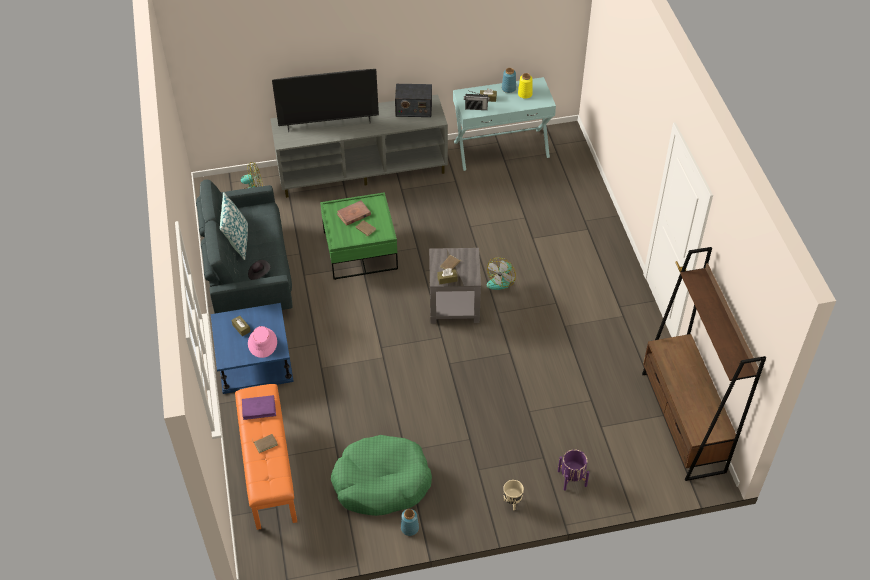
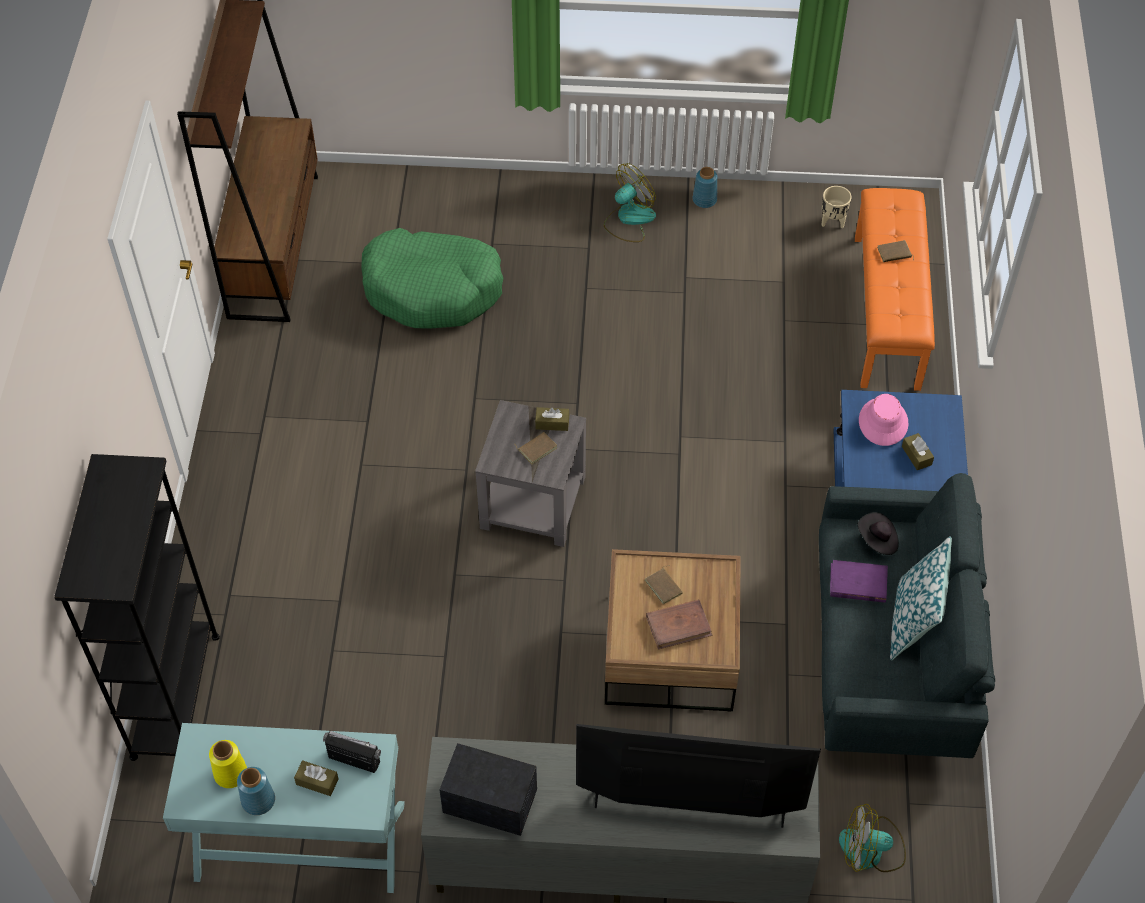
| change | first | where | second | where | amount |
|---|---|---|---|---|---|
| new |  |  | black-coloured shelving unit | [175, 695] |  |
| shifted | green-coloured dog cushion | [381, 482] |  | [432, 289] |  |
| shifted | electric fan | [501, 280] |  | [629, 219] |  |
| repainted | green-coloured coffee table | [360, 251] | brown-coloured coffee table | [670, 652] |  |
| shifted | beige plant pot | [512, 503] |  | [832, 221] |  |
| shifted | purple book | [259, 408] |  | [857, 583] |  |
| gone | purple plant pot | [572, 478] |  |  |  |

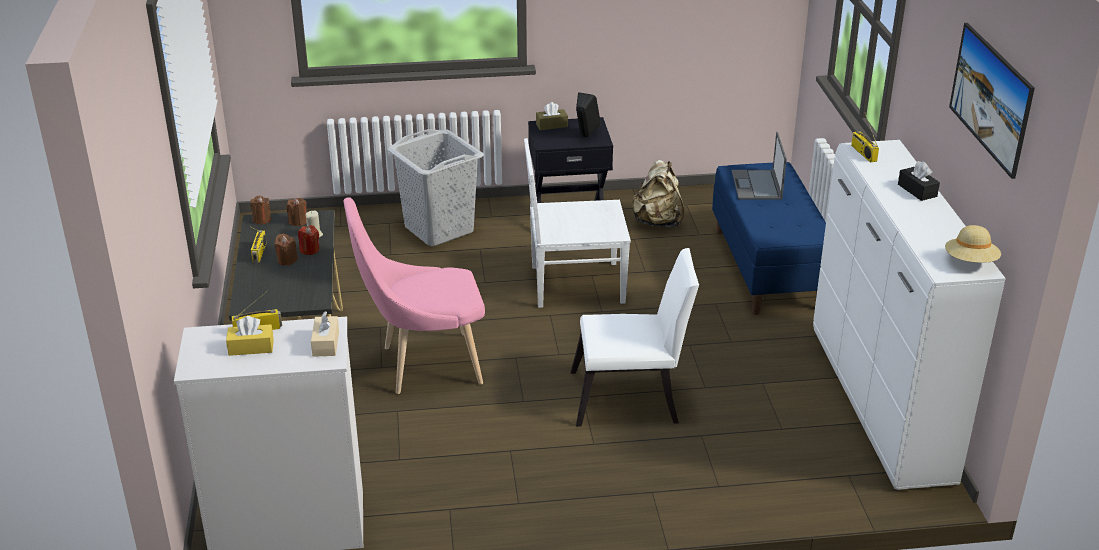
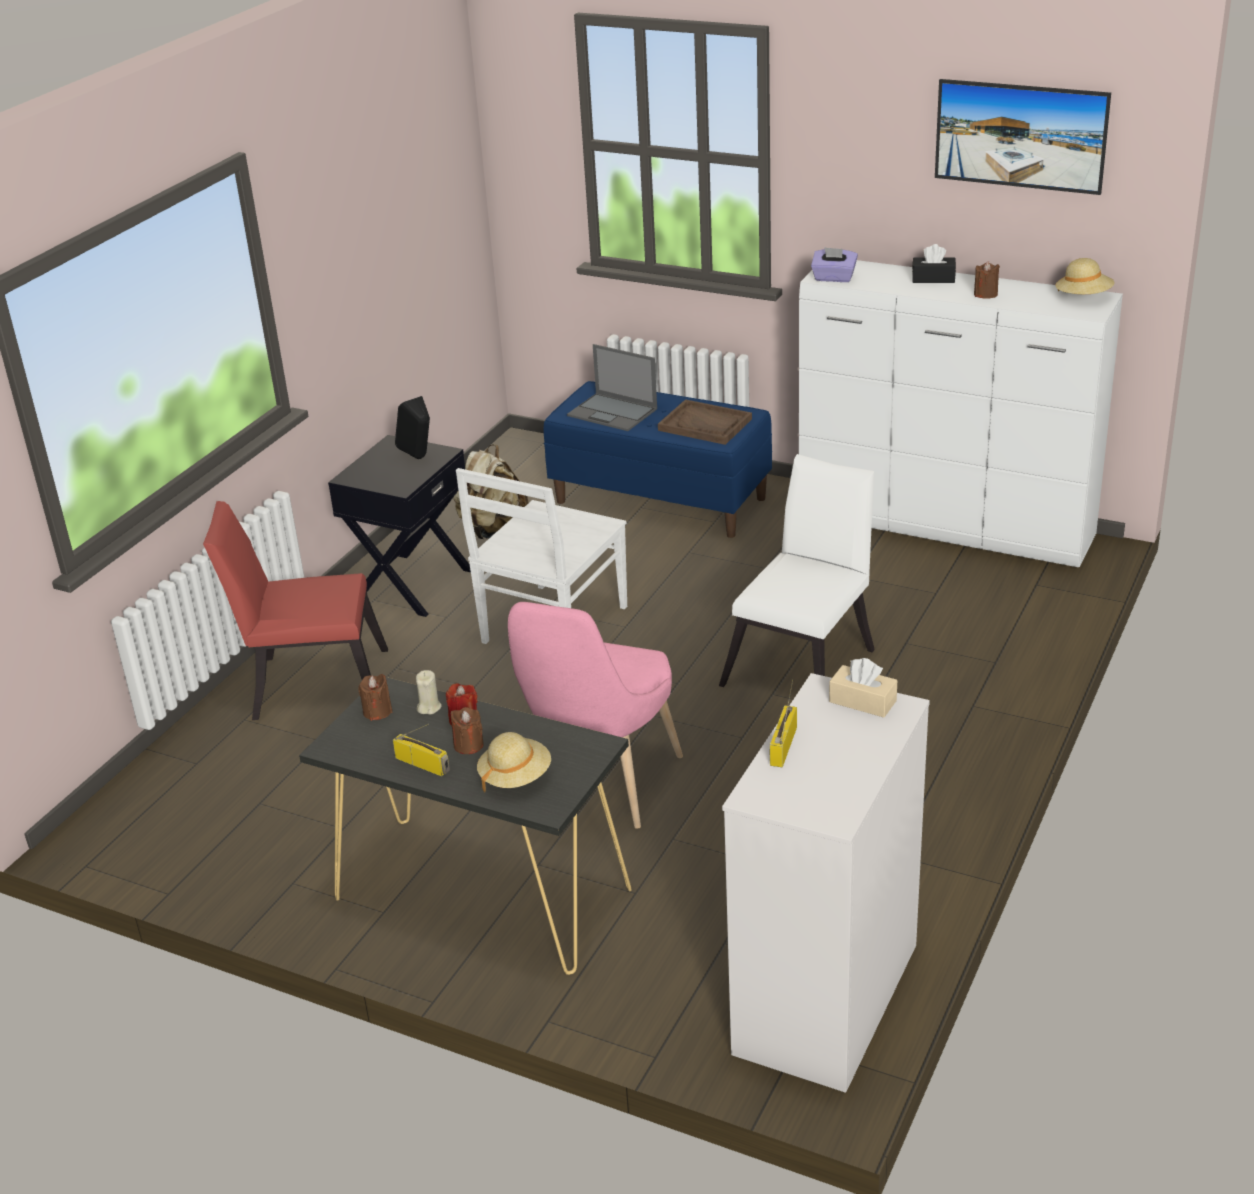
| change | first | where | second | where | amount |
|---|---|---|---|---|---|
| swapped | gray laundry basket | [439, 229] | reddish plain chair | [311, 684] |  |
| new |  |  | beige hat | [515, 777] |  |
| new |  |  | brown-coloured carrying tray | [705, 425] |  |
| swapped | radio | [862, 153] | purple tissue holder | [833, 278] |  |
| shifted | brown-coloured wax light | [262, 220] |  | [985, 294] |  |
| gone | yellowish tissue holder | [251, 347] |  |  |  |
| gone | brown-coloured tissue holder | [551, 125] |  |  |  |

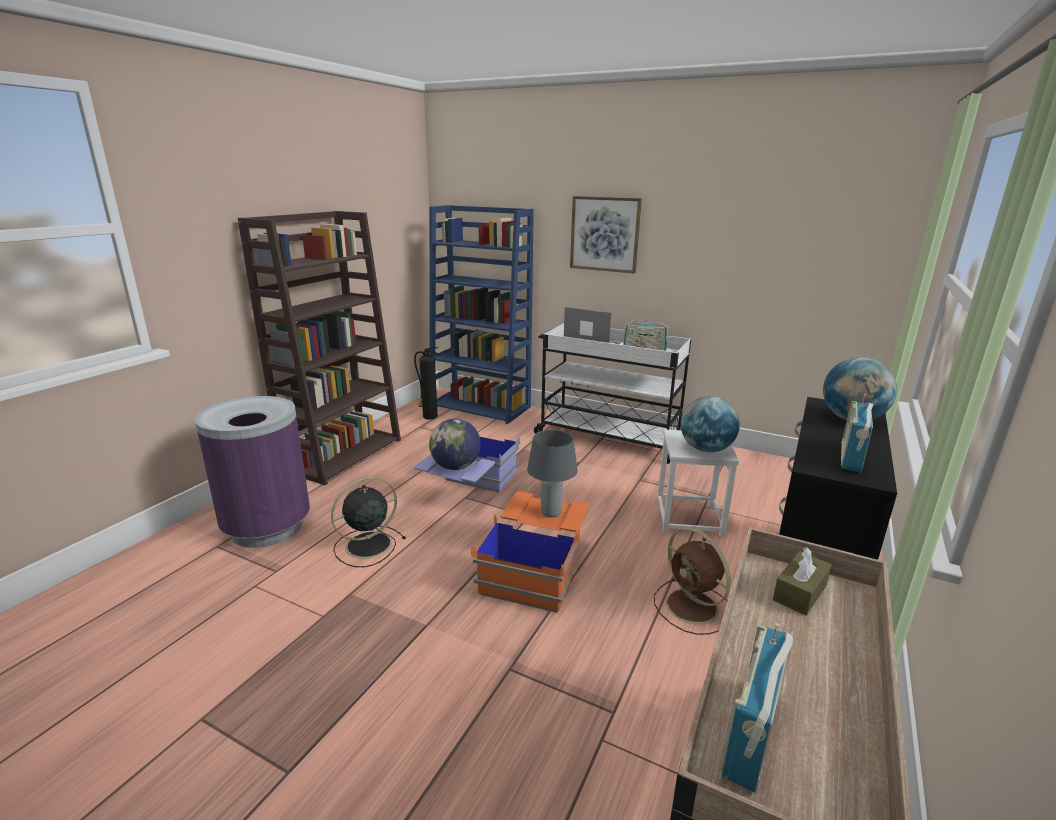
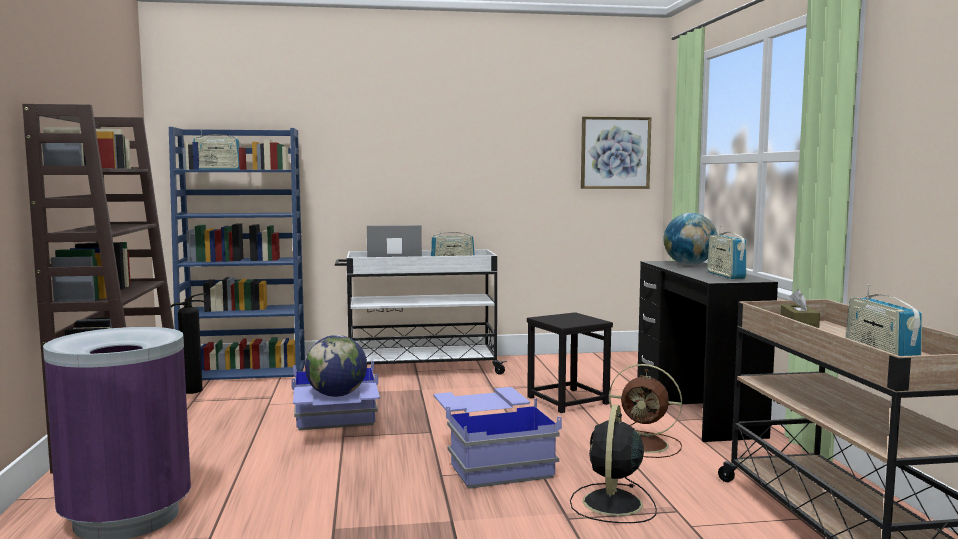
| change | first | where | second | where | amount |
|---|---|---|---|---|---|
| new |  |  | radio | [217, 169] |  |
| repainted | orange-coloured storage bin | [535, 568] | bluish storage bin | [491, 459] |  |
| repainted | whitish sitting stool | [688, 518] | black-coloured sitting stool | [567, 400] |  |
| shifted | black-coloured electric fan | [366, 546] |  | [612, 504] |  |
| shifted | wall picture | [604, 234] |  | [615, 153] |  |
| gone | gray table lamp | [550, 513] |  |  |  |
| gone | globe | [706, 449] |  |  |  |

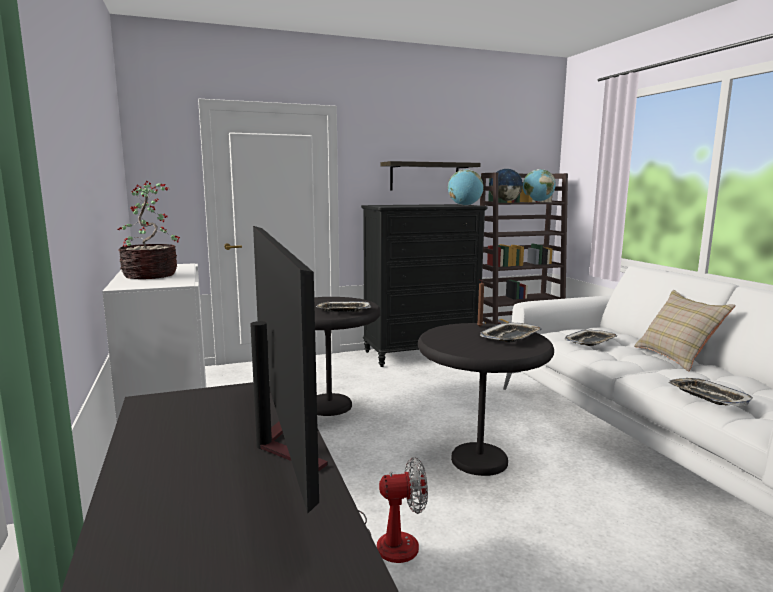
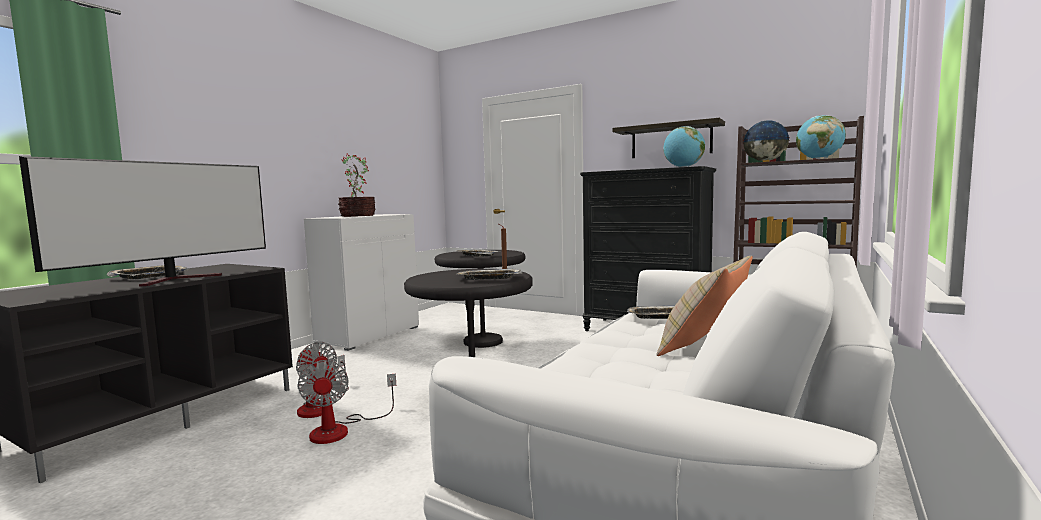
| change | first | where | second | where | amount |
|---|---|---|---|---|---|
| shifted | carrying tray | [708, 397] |  | [149, 276] |  |
| new |  |  | electric fan | [341, 429] |  |

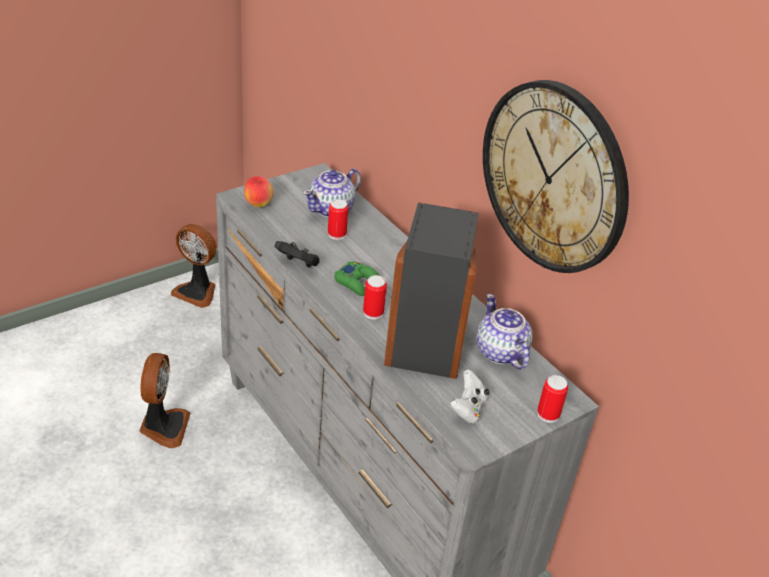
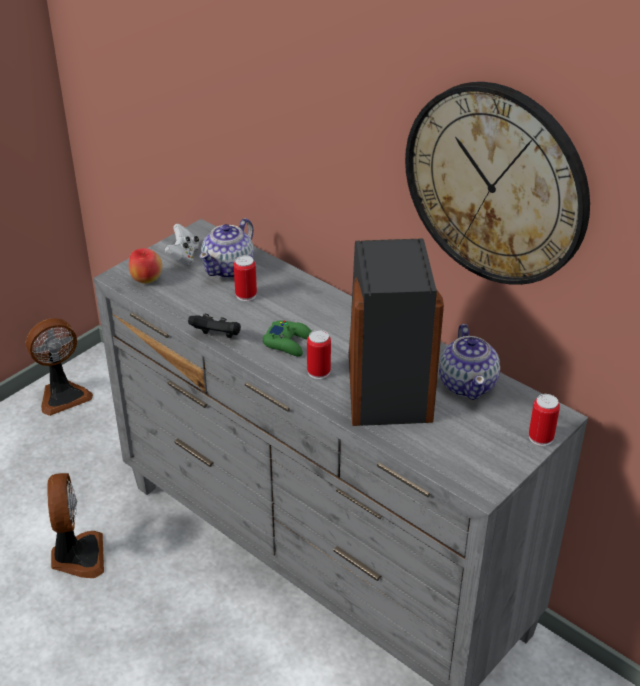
| change | first | where | second | where | amount |
|---|---|---|---|---|---|
| rotated | electric fan | [197, 292] |  | [63, 395] | 45 degrees counterclockwise |
| shifted | whitish game controller | [468, 409] |  | [183, 257] |  |
| rotated | tea pot | [500, 352] |  | [468, 384] | 150 degrees counterclockwise |

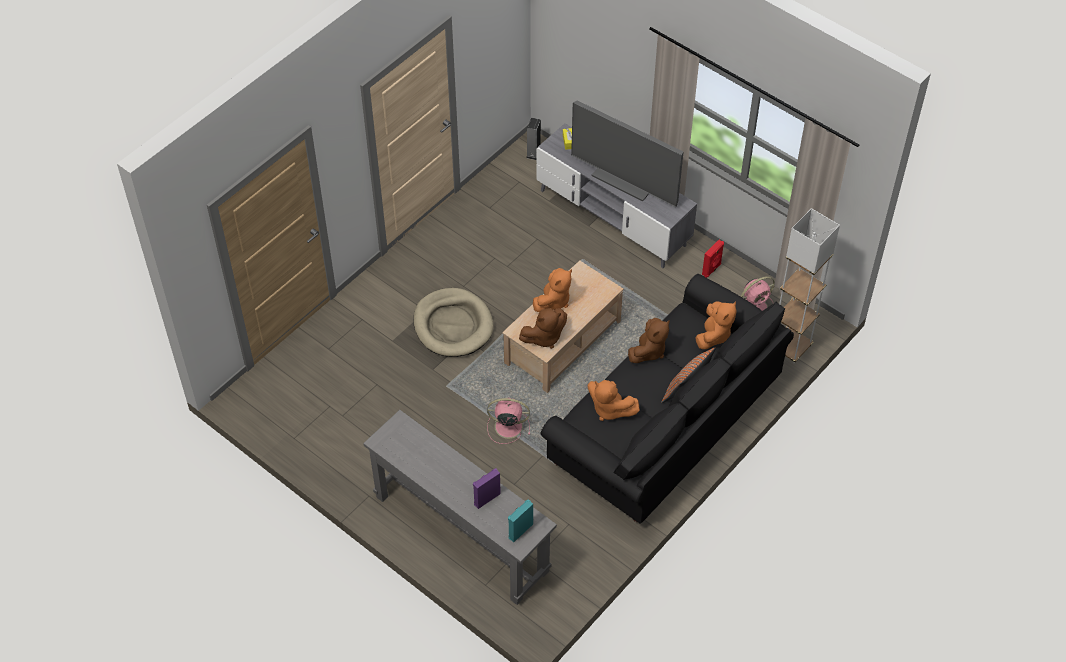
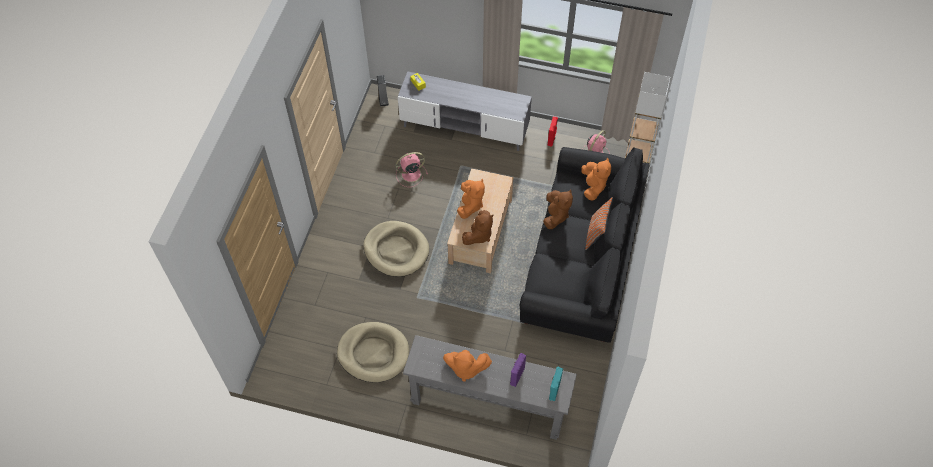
| change | first | where | second | where | amount |
|---|---|---|---|---|---|
| new |  |  | beige dog cushion | [373, 353] |  |
| shifted | pink electric fan | [507, 426] |  | [410, 174] |  |
| shifted | orange-coloured cuddly toy | [609, 409] |  | [465, 368] |  |
| gone | television | [625, 179] |  |  |  |

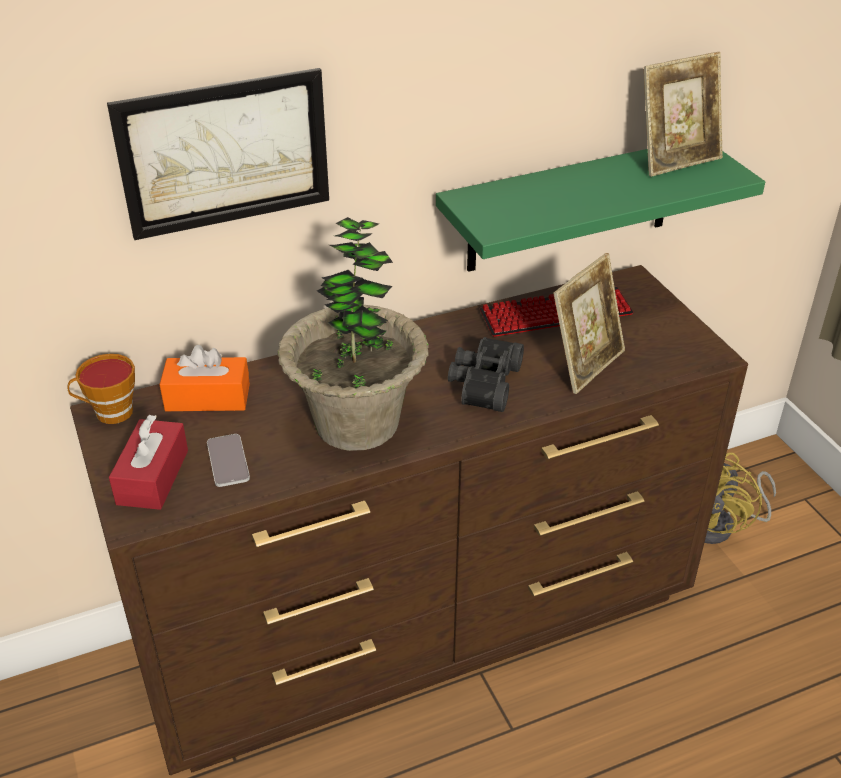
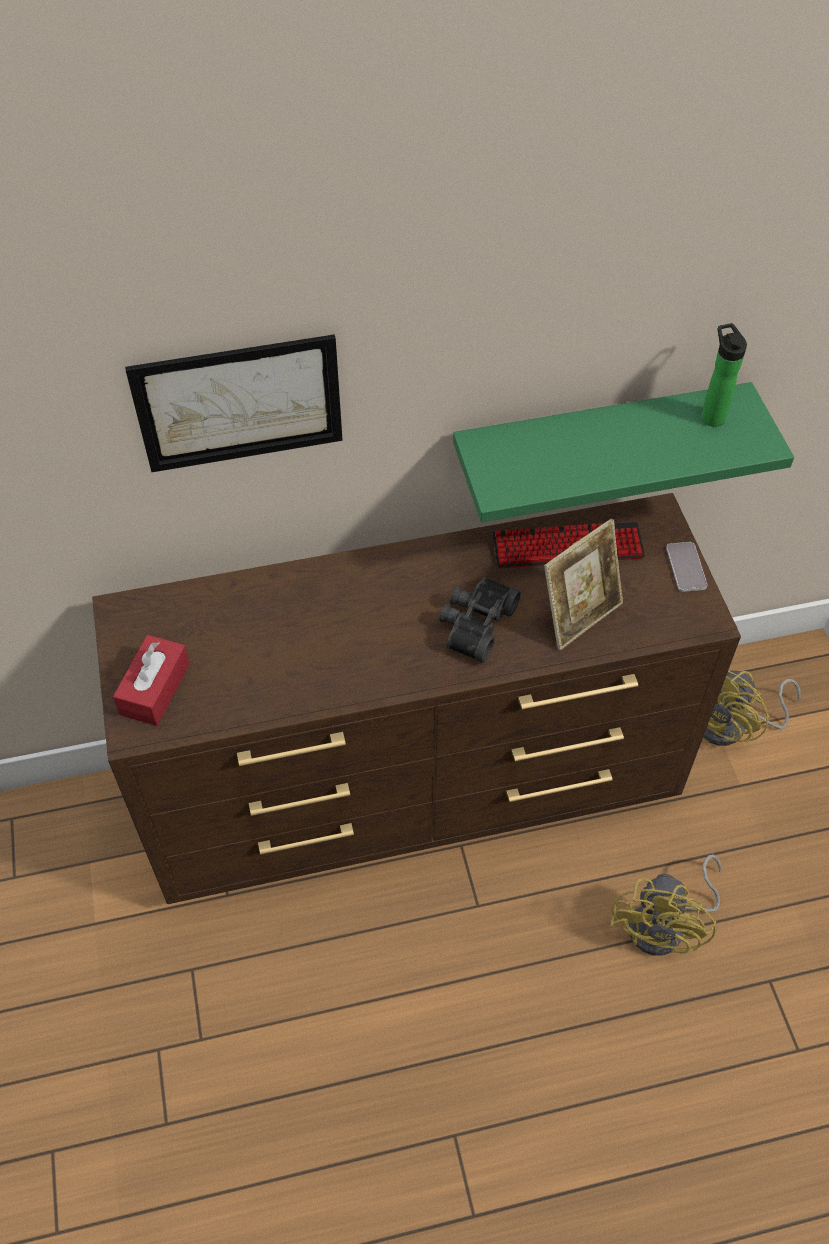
| change | first | where | second | where | amount |
|---|---|---|---|---|---|
| new |  |  | yellowish electric fan | [666, 926] |  |
| shifted | handset | [228, 461] |  | [686, 567] |  |
| swapped | photo frame | [676, 160] | beverage bottle | [711, 415] |  |
| gone | small cup | [109, 413] |  |  |  |
| gone | orange-coloured tissue holder | [207, 397] |  |  |  |
| gone | plant in a pot | [357, 423] |  |  |  |

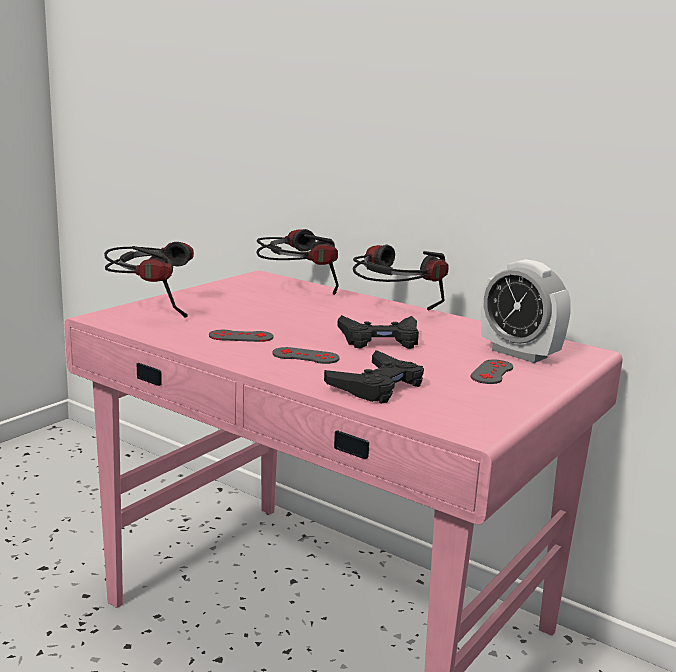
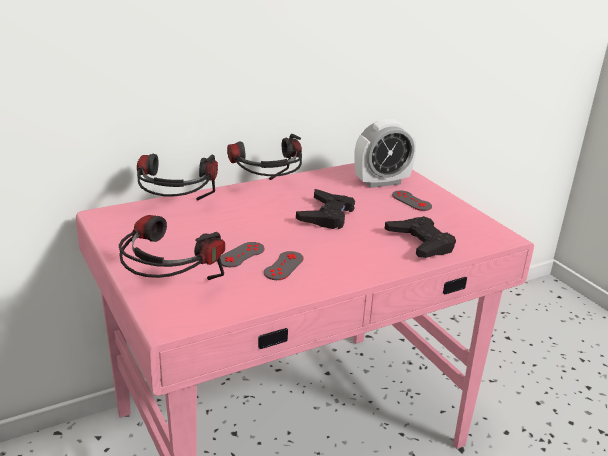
| change | first | where | second | where | amount |
|---|---|---|---|---|---|
| shifted | gray game controller | [305, 356] |  | [241, 255] |  |

